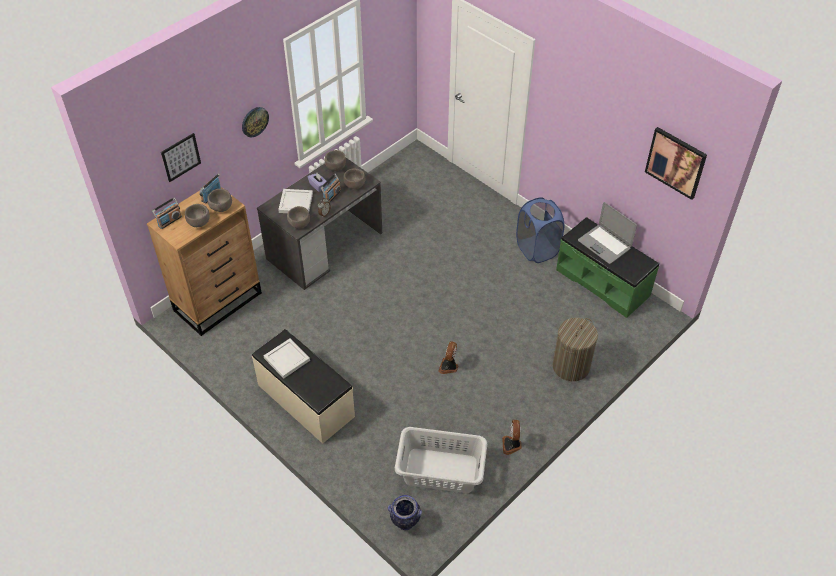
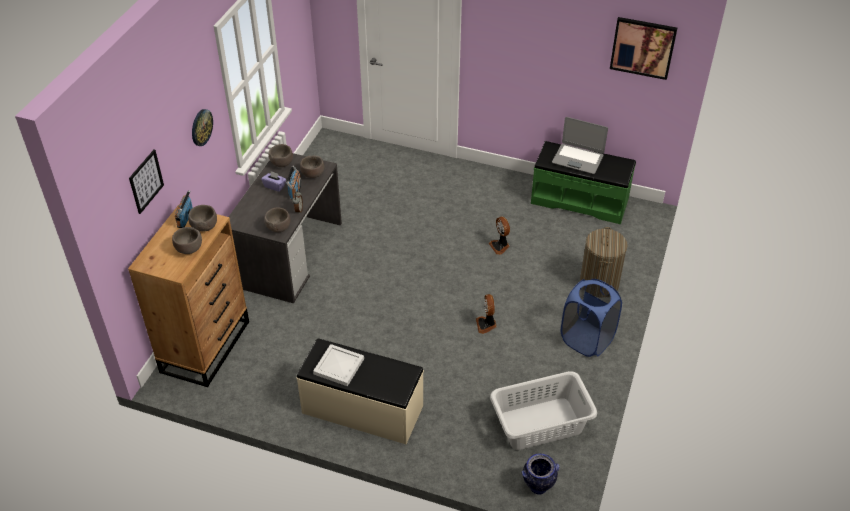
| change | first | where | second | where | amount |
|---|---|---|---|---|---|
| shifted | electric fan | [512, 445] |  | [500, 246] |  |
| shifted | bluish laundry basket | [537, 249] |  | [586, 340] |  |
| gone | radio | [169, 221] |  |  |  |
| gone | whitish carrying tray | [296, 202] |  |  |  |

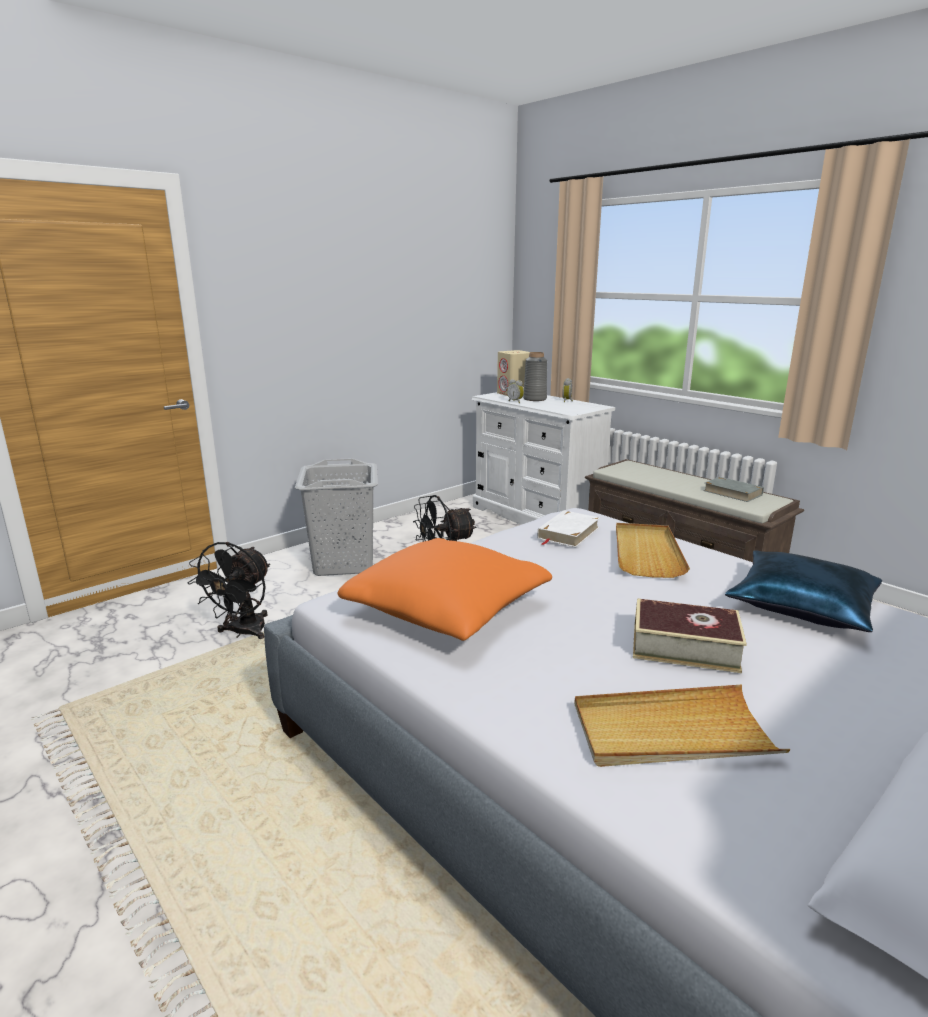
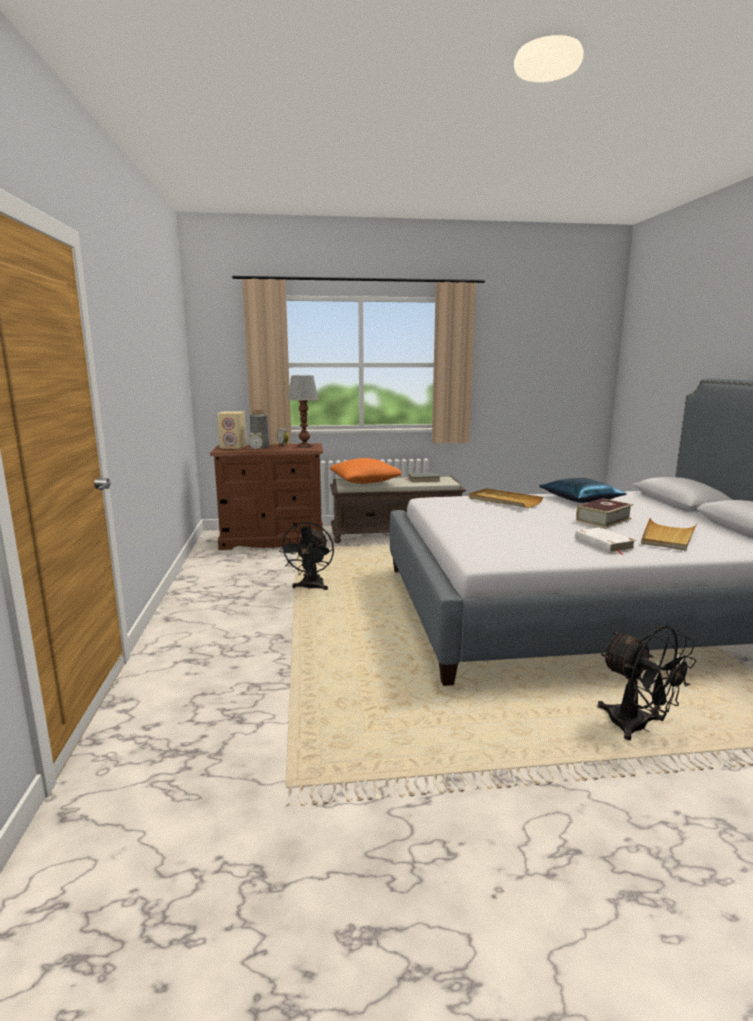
| change | first | where | second | where | amount |
|---|---|---|---|---|---|
| repainted | whitish chest of drawers | [536, 516] | brown-coloured chest of drawers | [273, 540] |  |
| new |  |  | table lamp | [304, 447] |  |
| shifted | orange-coloured cushion | [447, 610] |  | [365, 481] |  |
| shifted | whitish book | [568, 533] |  | [604, 544] |  |
| shifted | black-coloured electric fan | [243, 633] |  | [637, 727] |  |
| gone | gray laundry basket | [344, 563] |  |  |  |

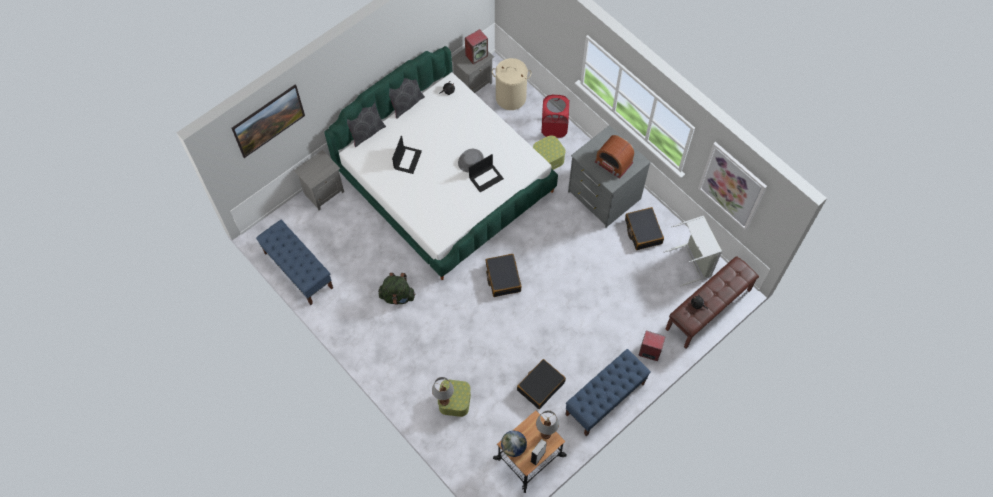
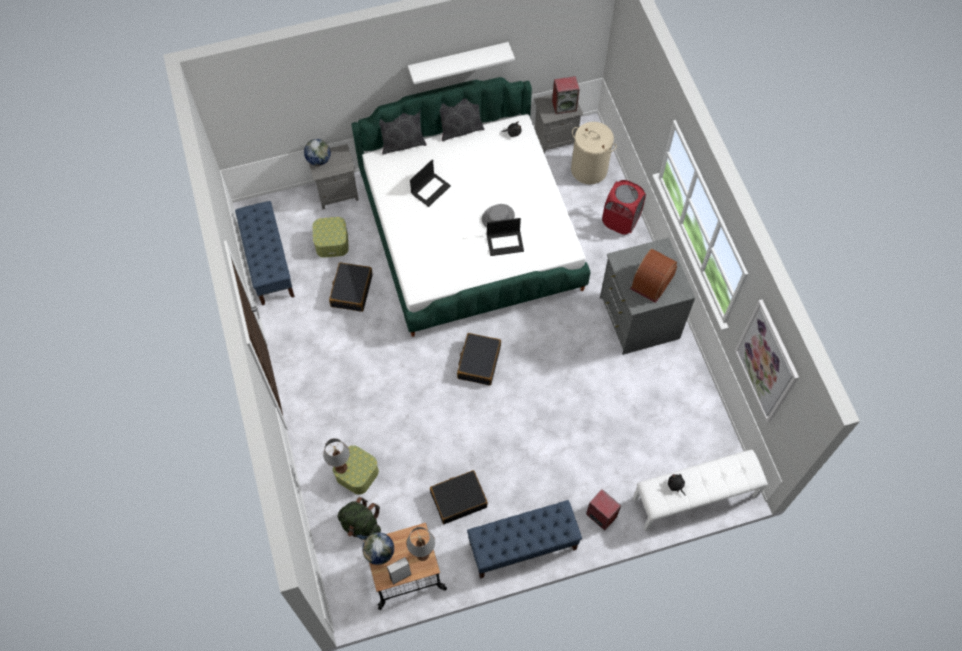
| change | first | where | second | where | amount |
|---|---|---|---|---|---|
| new |  |  | globe | [319, 160] |  |
| shifted | storage bin | [548, 158] |  | [332, 243] |  |
| shifted | black-coloured suitcase | [643, 231] |  | [351, 290] |  |
| shifted | green-coloured rucksack | [397, 296] |  | [361, 525] |  |
| new |  |  | whitish wall shelf | [458, 60] |  |
| rotated | radio | [613, 163] |  | [651, 281] | 60 degrees clockwise |
| repainted | brown-coloured bench | [708, 310] | whitish bench | [694, 498] |  |
| gone | wall picture | [271, 128] |  |  |  |
| gone | gray laundry basket | [692, 262] |  |  |  |

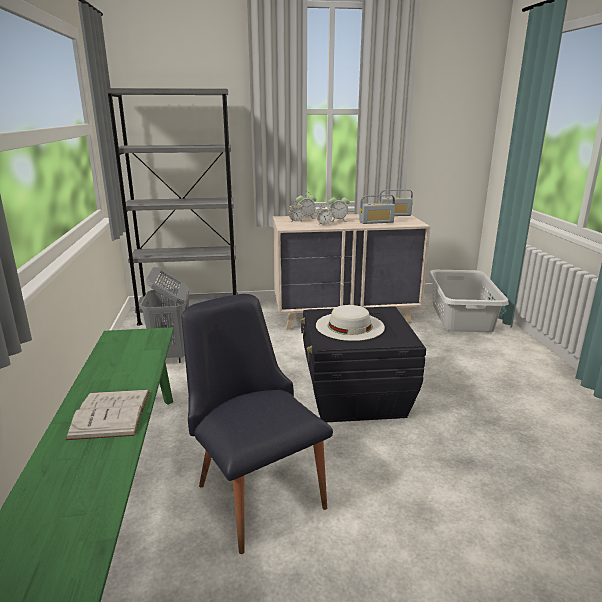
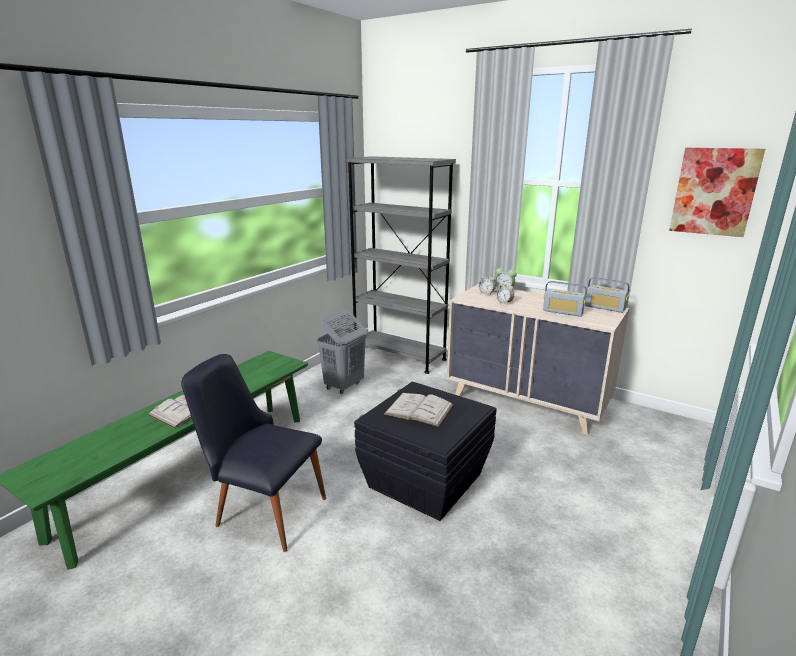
| change | first | where | second | where | amount |
|---|---|---|---|---|---|
| rotated | black-coloured plain chair | [255, 488] |  | [263, 508] | 75 degrees counterclockwise |
| swapped | whitish hat | [349, 326] | whitish book | [419, 409] |  |
| new |  |  | wall picture | [714, 191] |  |
| gone | table clock | [338, 220] |  |  |  |
| gone | gray laundry basket | [462, 317] |  |  |  |

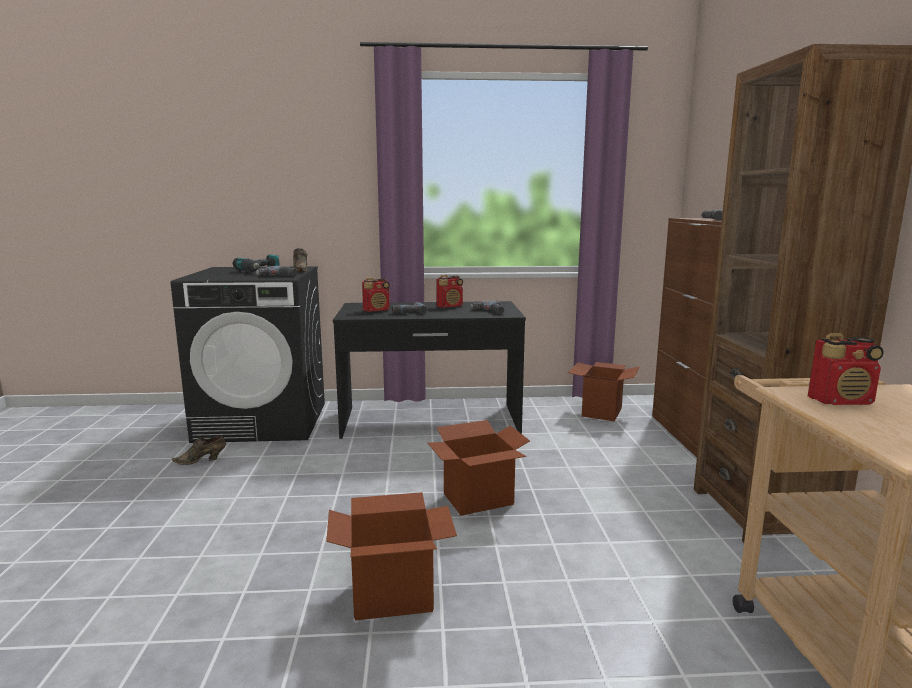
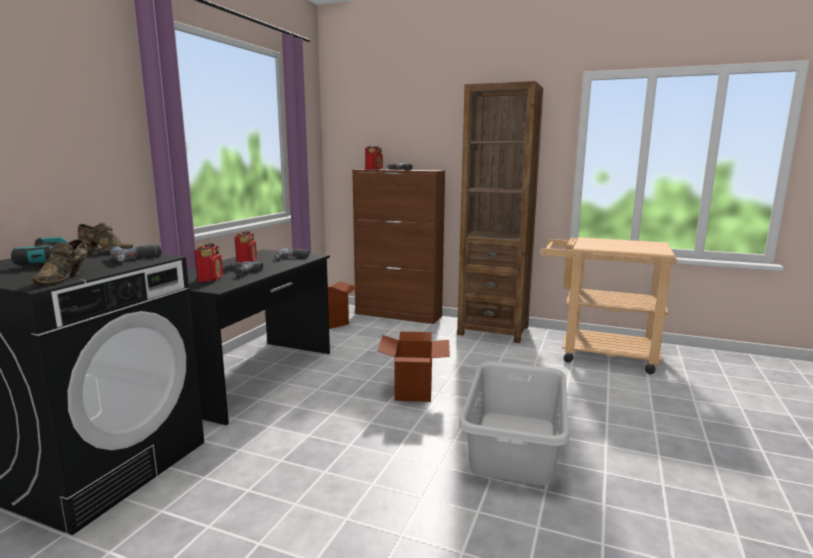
| change | first | where | second | where | amount |
|---|---|---|---|---|---|
| shifted | brown-coloured shoe | [202, 460] |  | [65, 278] |  |
| shifted | radio | [841, 401] |  | [374, 169] |  |
| swapped | packing box | [393, 595] | gray laundry basket | [515, 445] |  |

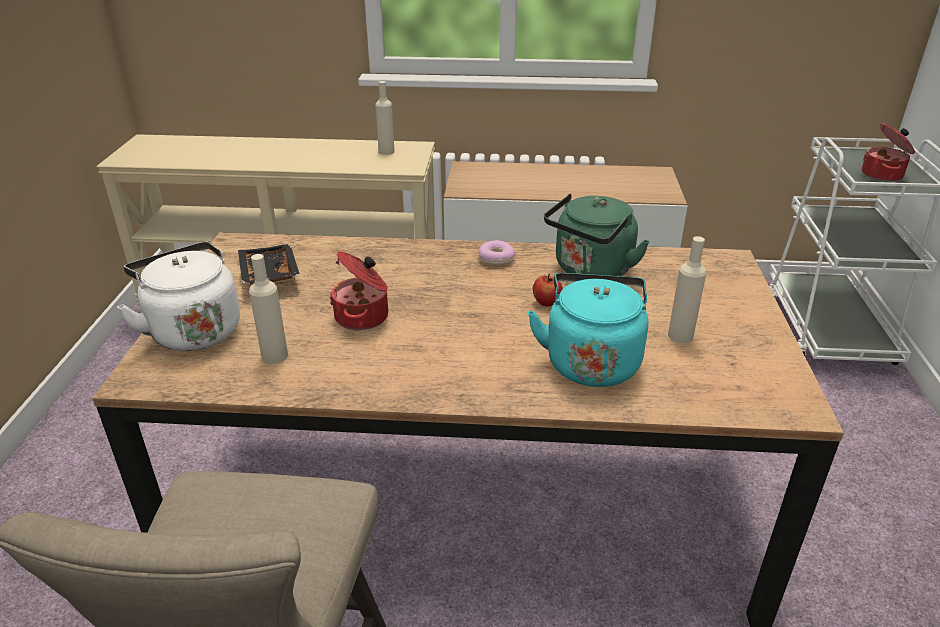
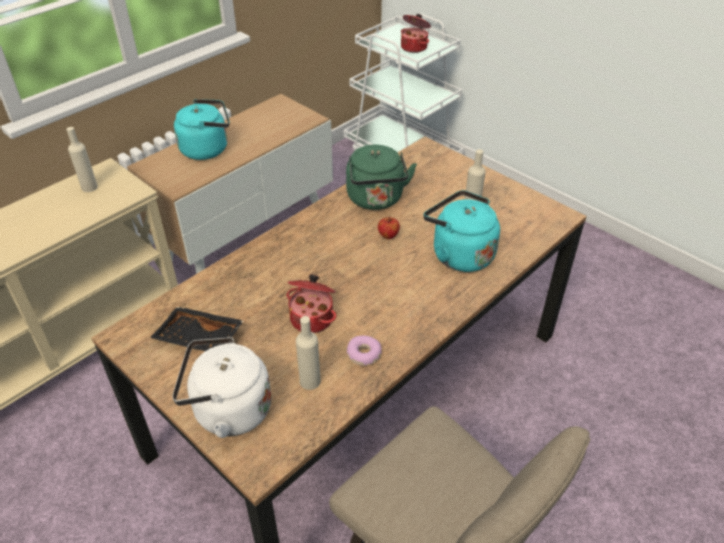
| change | first | where | second | where | amount |
|---|---|---|---|---|---|
| new |  |  | turquoise-coloured tea kettle | [207, 149] |  |
| shifted | ring doughnut | [496, 259] |  | [364, 354] |  |

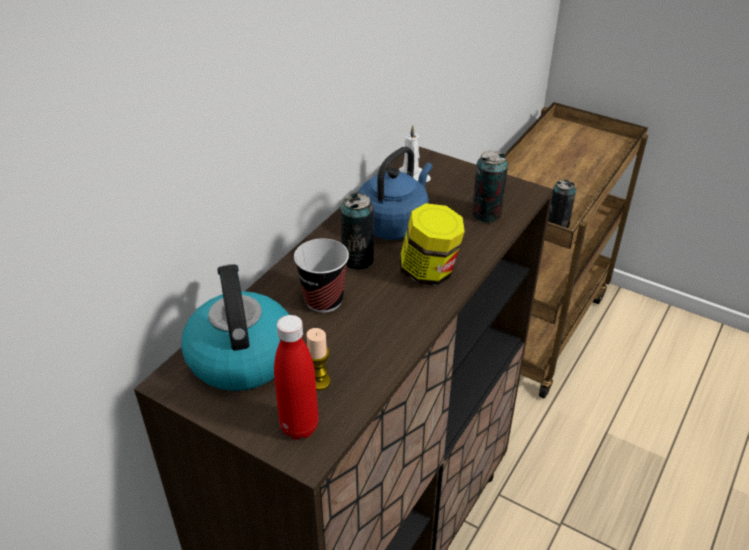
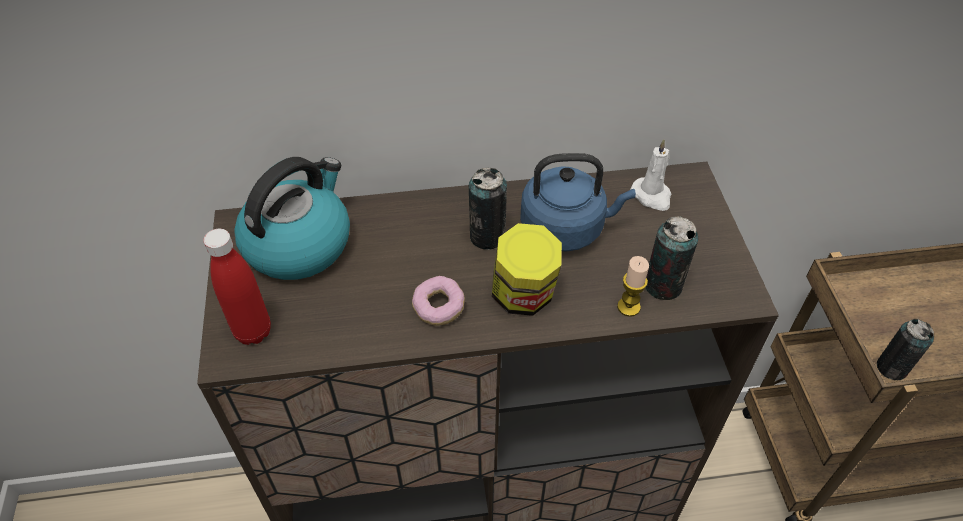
| change | first | where | second | where | amount |
|---|---|---|---|---|---|
| new |  |  | ring doughnut | [438, 308] |  |
| shifted | wax light | [319, 381] |  | [628, 307] |  |
| gone | small cup | [323, 300] |  |  |  |

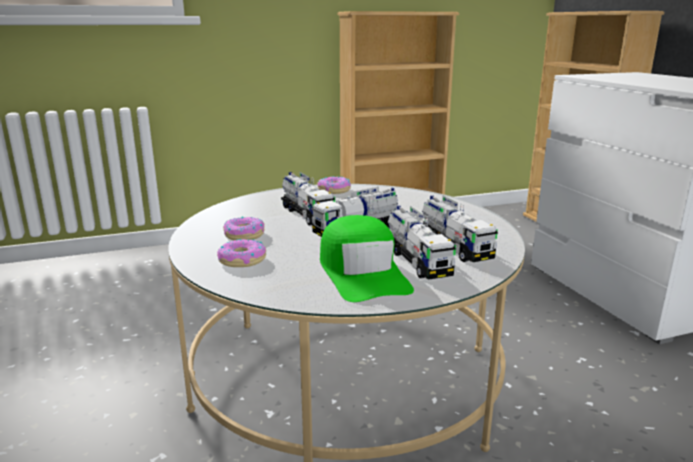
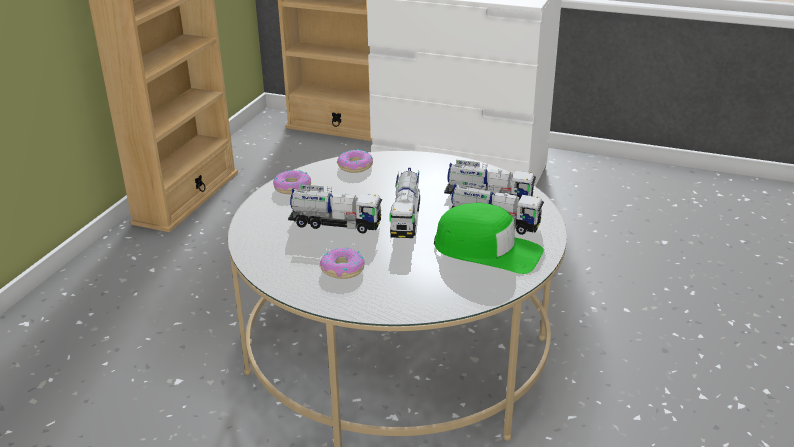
| change | first | where | second | where | amount |
|---|---|---|---|---|---|
| shifted | ring doughnut | [242, 260] |  | [355, 166] |  |

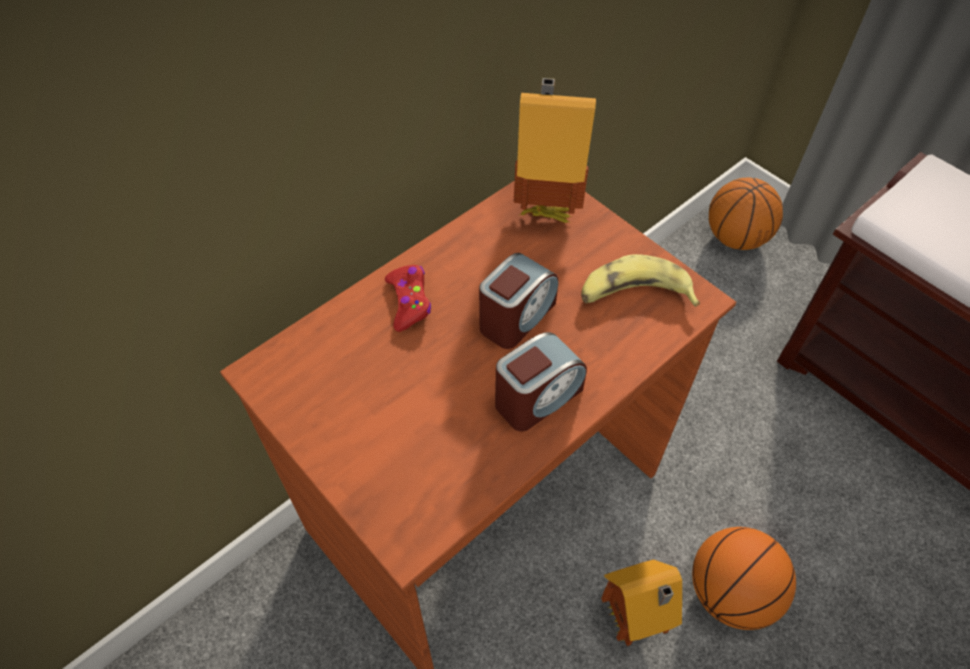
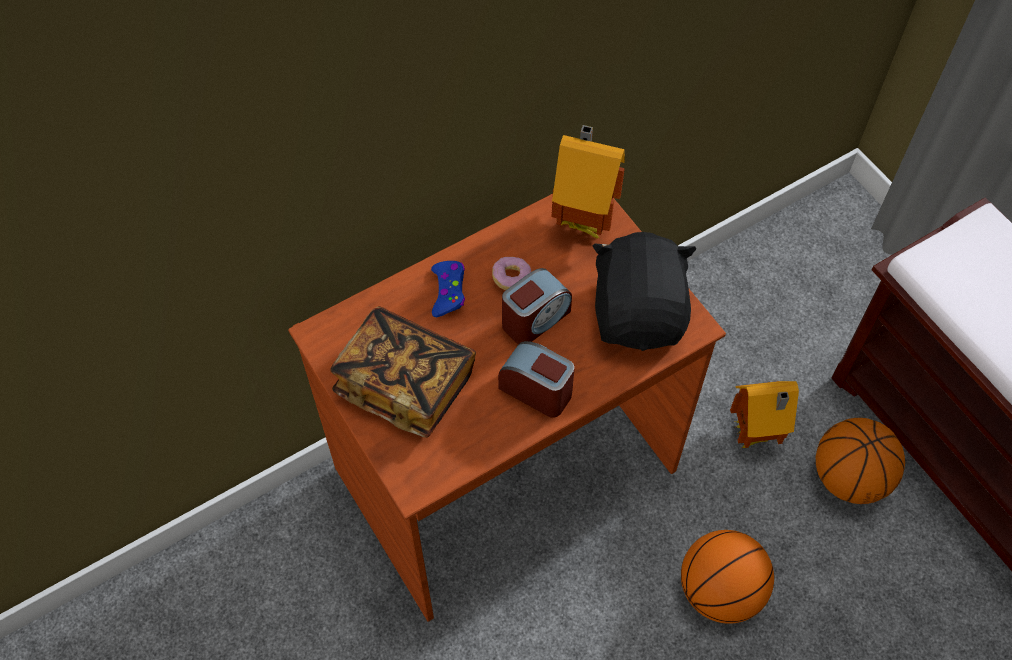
| change | first | where | second | where | amount |
|---|---|---|---|---|---|
| new |  |  | book | [405, 384] |  |
| repainted | reddish game controller | [409, 301] | bluish game controller | [448, 291] |  |
| new |  |  | ring doughnut | [511, 278] |  |
| rotated | table clock | [537, 397] |  | [536, 390] | 120 degrees counterclockwise |
| swapped | banana fruit | [634, 295] | black-coloured cuddly toy | [639, 314] |  |
| shifted | miniature house | [633, 621] |  | [755, 436] |  |
| shifted | ball for basketball | [735, 238] |  | [849, 477] |  |

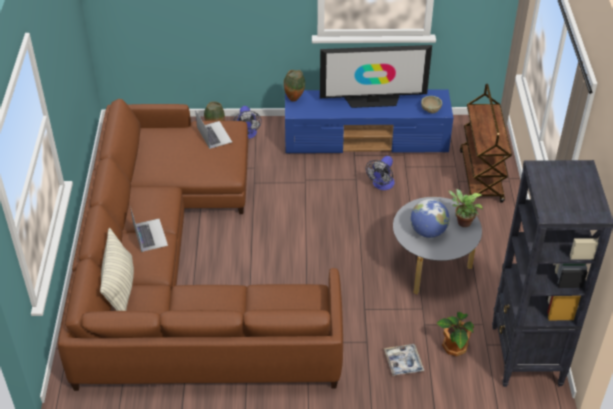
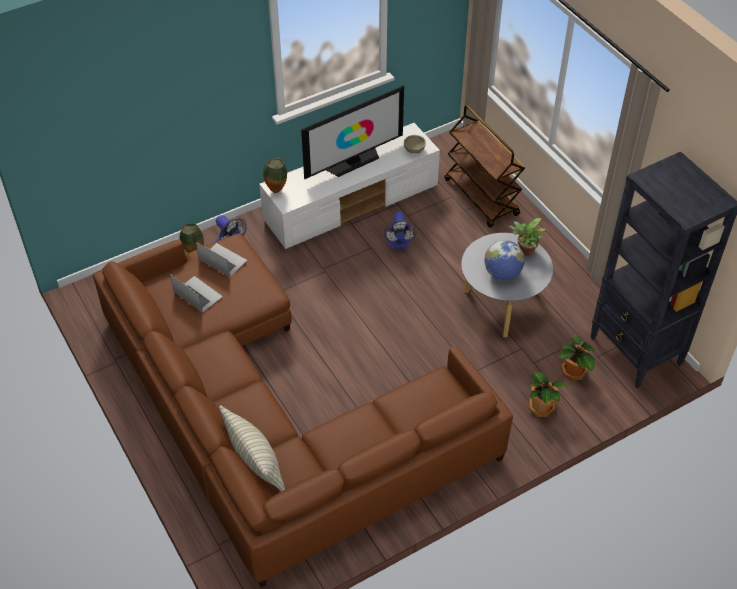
| change | first | where | second | where | amount |
|---|---|---|---|---|---|
| shifted | notebook computer | [150, 235] |  | [197, 294] |  |
| repainted | bluish tv stand | [367, 140] | whitish tv stand | [352, 203] |  |
| swapped | carrying tray | [403, 362] | plant in a pot | [541, 407] |  |

